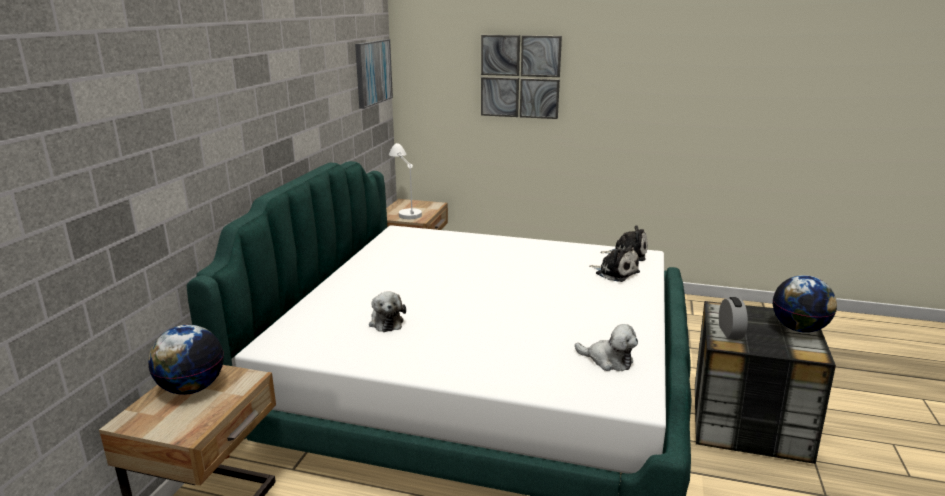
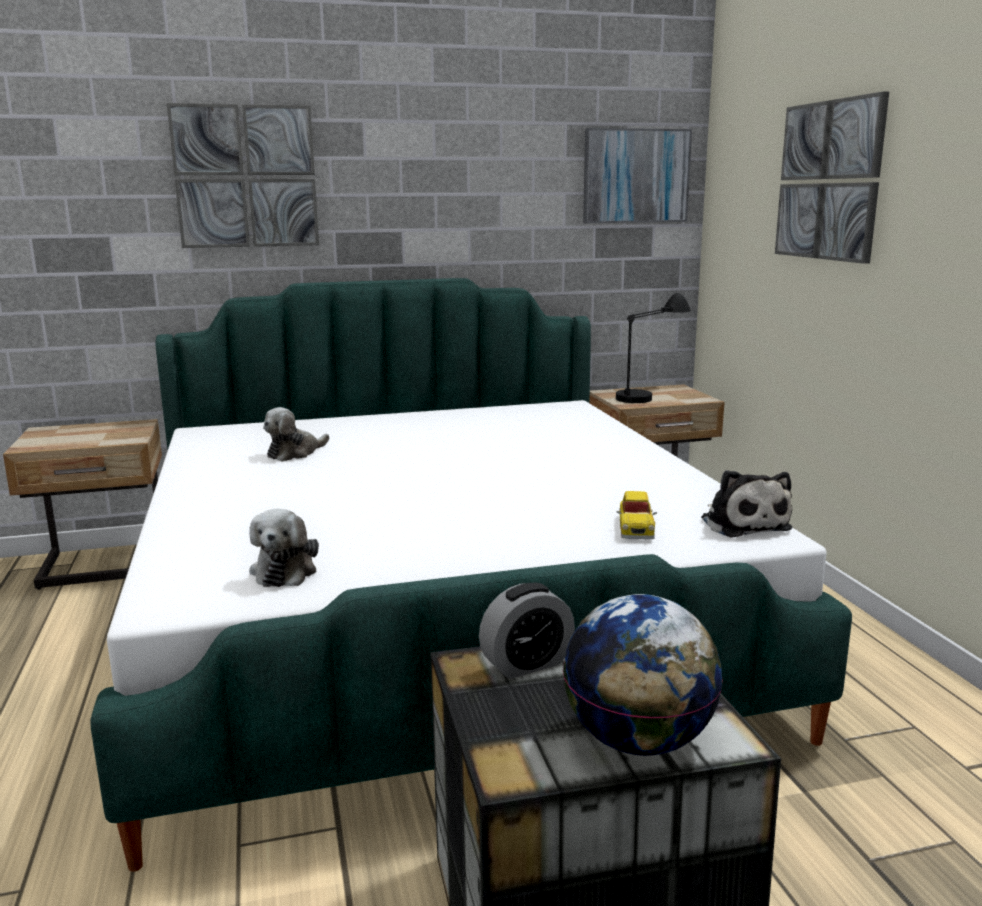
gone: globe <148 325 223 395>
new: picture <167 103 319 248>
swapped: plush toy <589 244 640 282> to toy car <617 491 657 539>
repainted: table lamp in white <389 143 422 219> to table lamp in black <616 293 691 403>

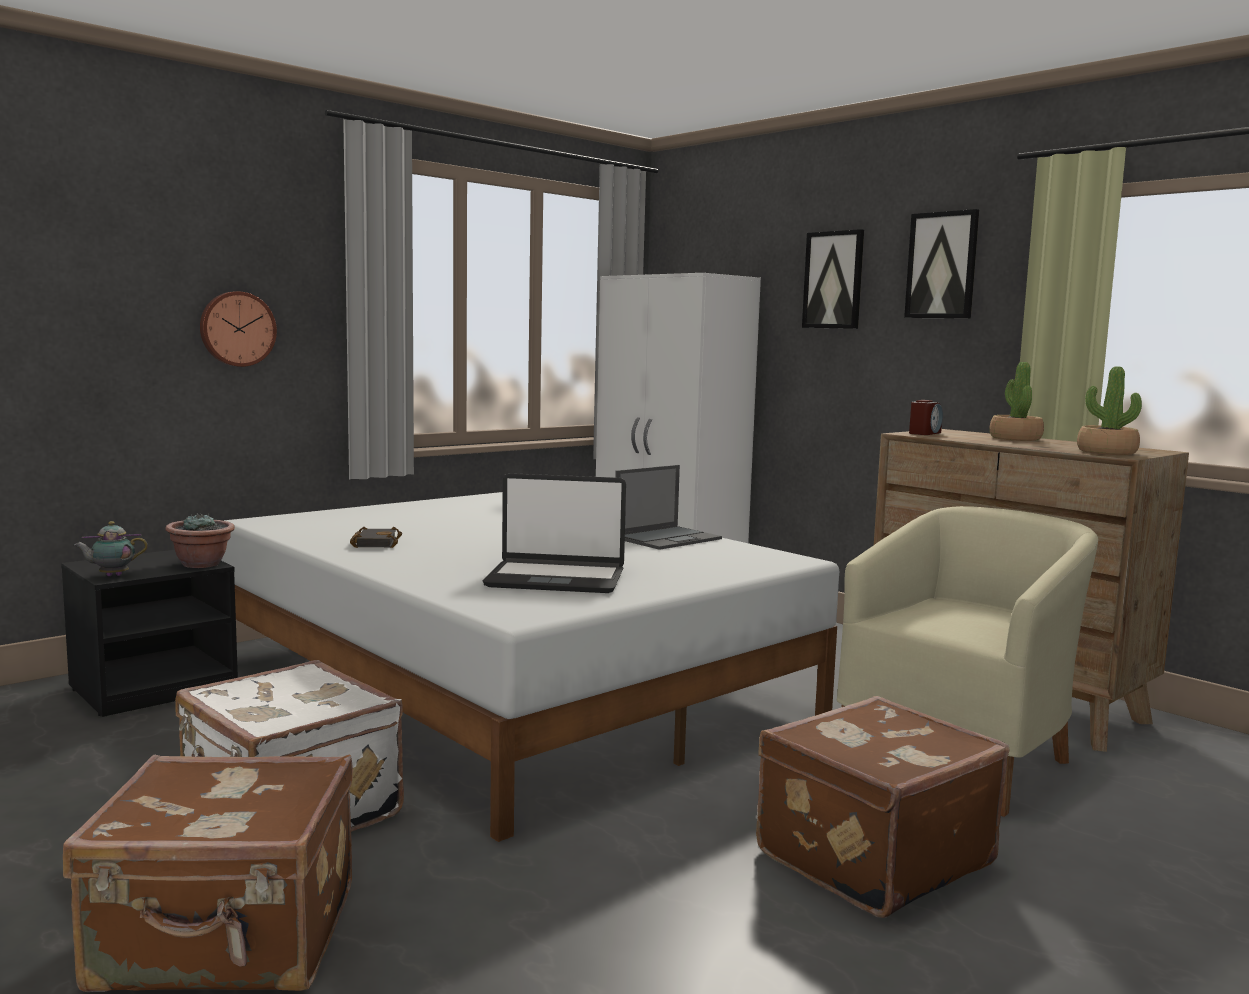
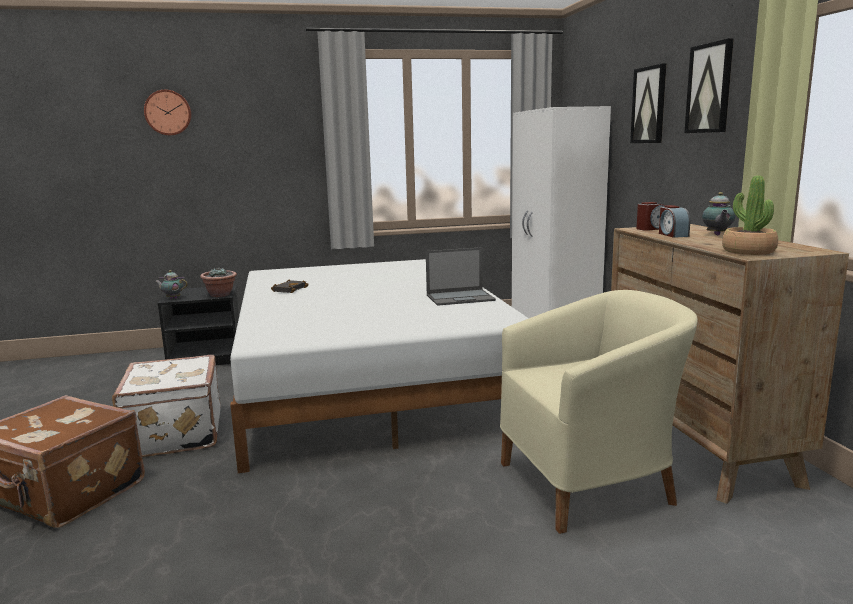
gone: laptop <483 473 626 593>; suitcase in brown <756 696 1010 918>
new: alarm clock <659 205 690 238>
shifted: wall clock <200 291 277 367> to <144 90 191 136>
swapped: potted plant <989 362 1044 441> to teapot <702 192 735 235>

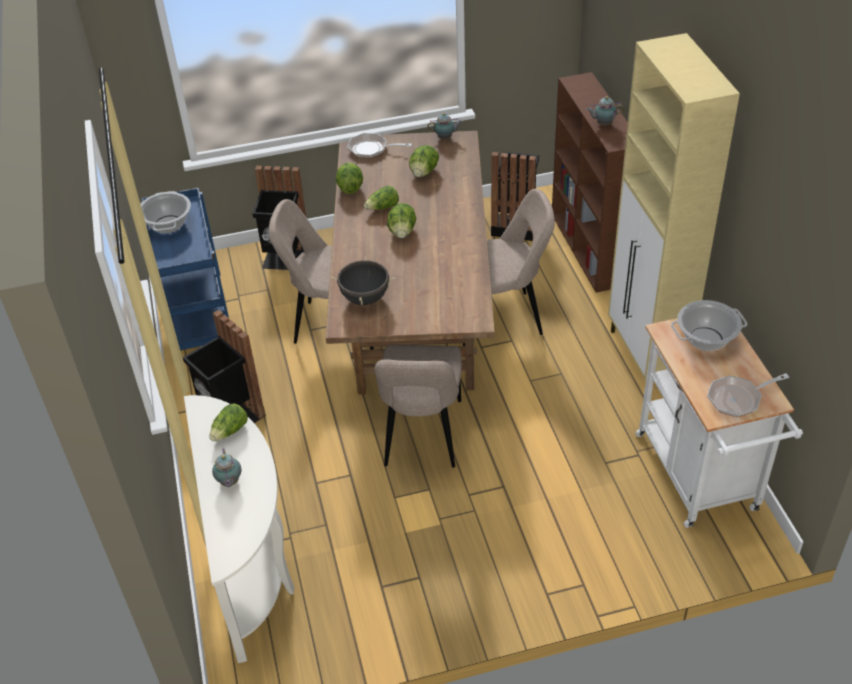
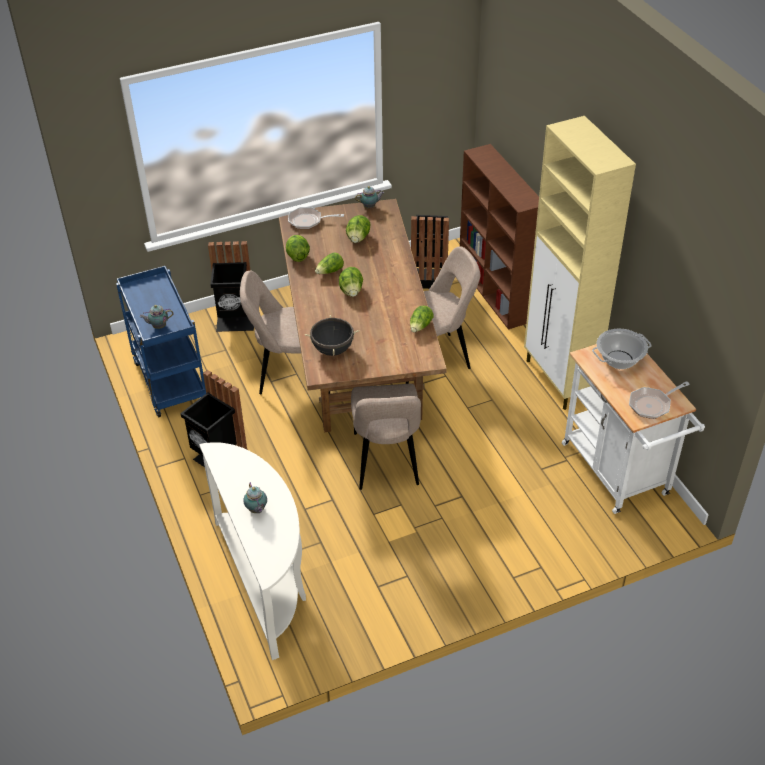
gone: cooking pot <140 191 191 233>
shifted: teapot <586 96 624 125> to <139 305 174 329>; lettuce <209 403 248 441> to <410 306 434 332>

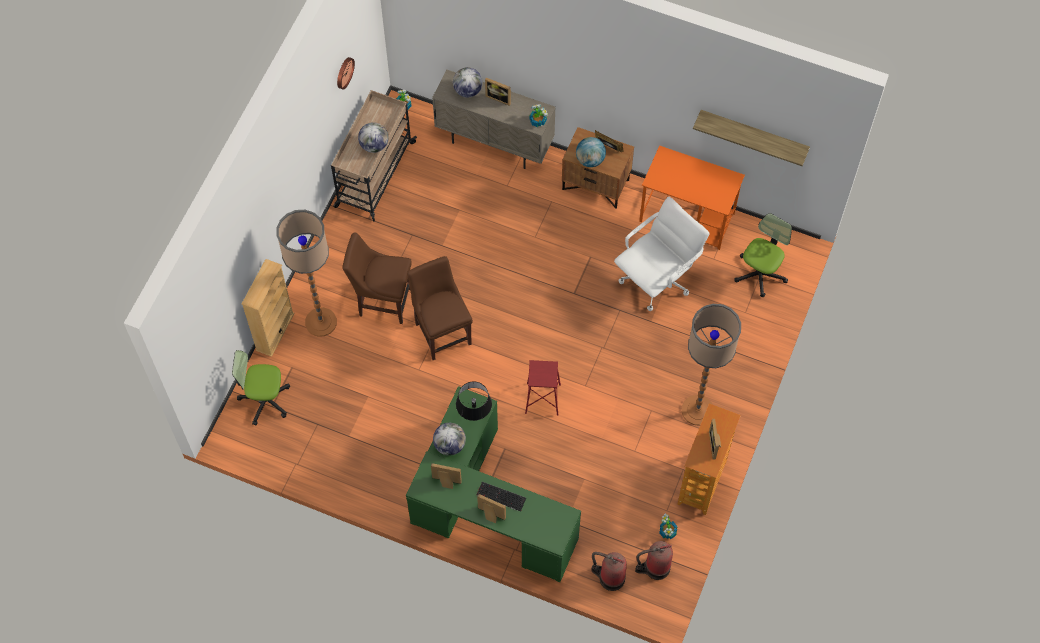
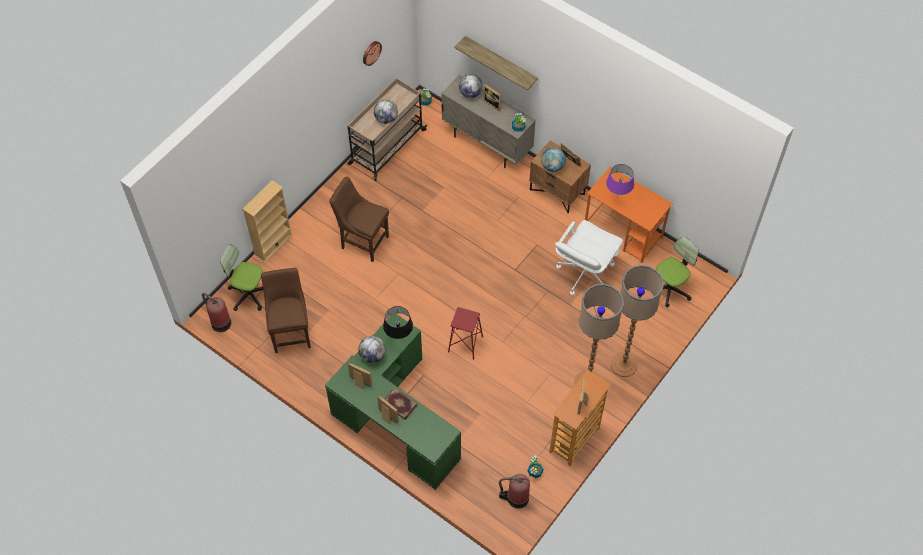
new: table lamp in purple <606 164 634 195>
shifted: shelf <693 110 810 166> to <454 36 538 90>; floor lamp <277 210 337 337> to <610 265 664 377>; chair in brown <407 256 473 360> to <261 268 311 353>; fire extinguisher <591 552 627 591> to <202 293 231 332>
swapped: keyboard <477 482 526 512> to book <385 387 418 419>
rotated: office chair in white <614 197 710 311> = <555 220 623 296> 150 degrees clockwise

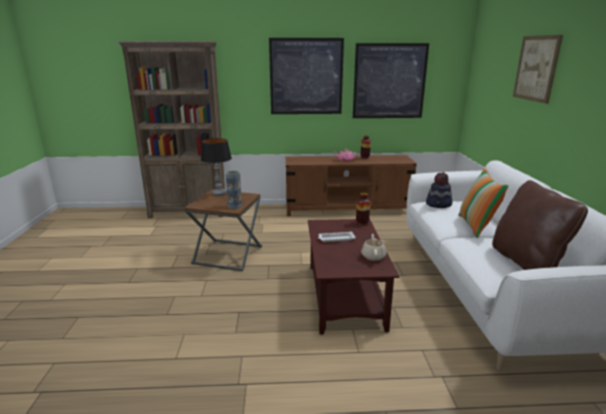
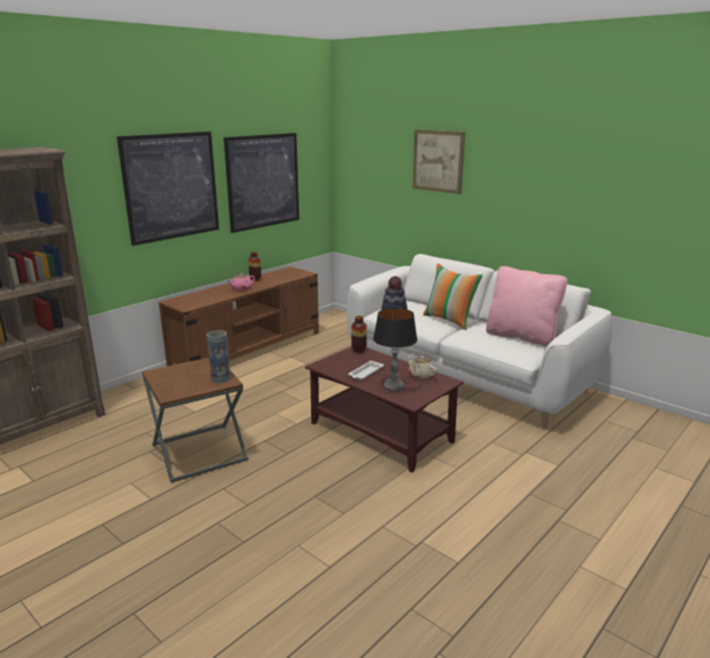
shifted: table lamp <201 138 232 196> to <373 308 417 391>
repainted: pillow in brown <492 180 588 270> to pillow in pink <486 266 567 347>

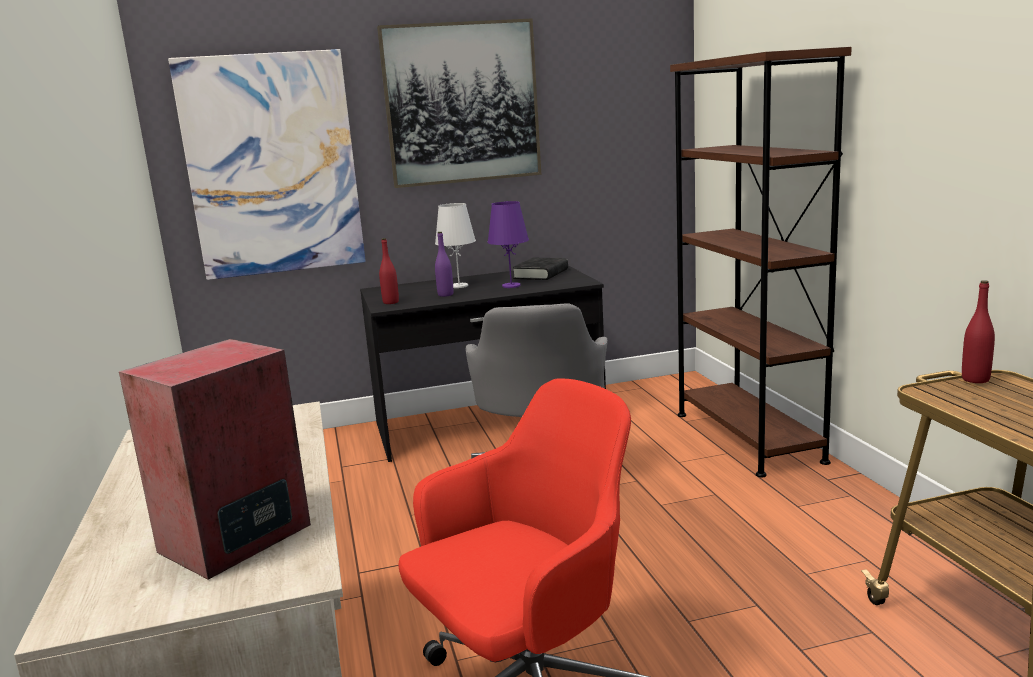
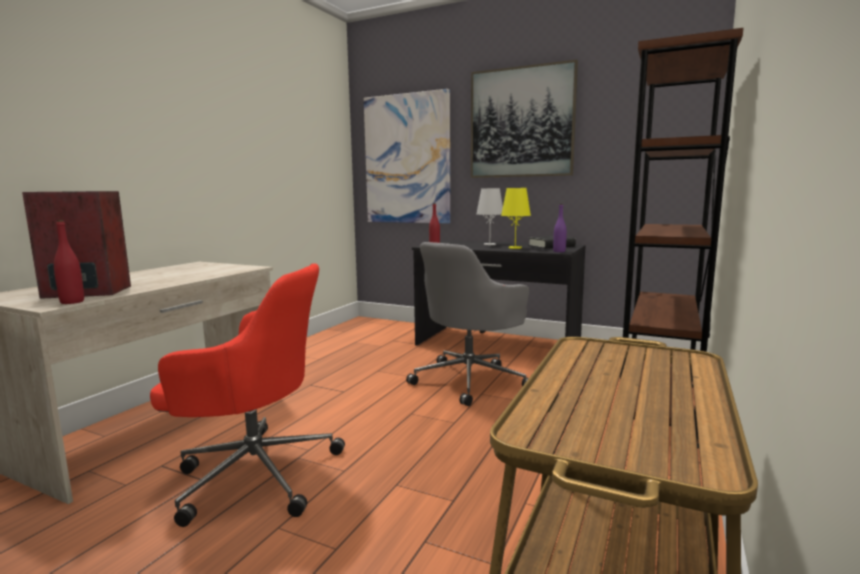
shifted: bottle in purple <435 232 453 297> to <553 204 567 252>; bottle in red <962 280 995 383> to <54 220 84 304>
repainted: table lamp in purple <487 201 529 288> to table lamp in yellow <501 188 531 249>

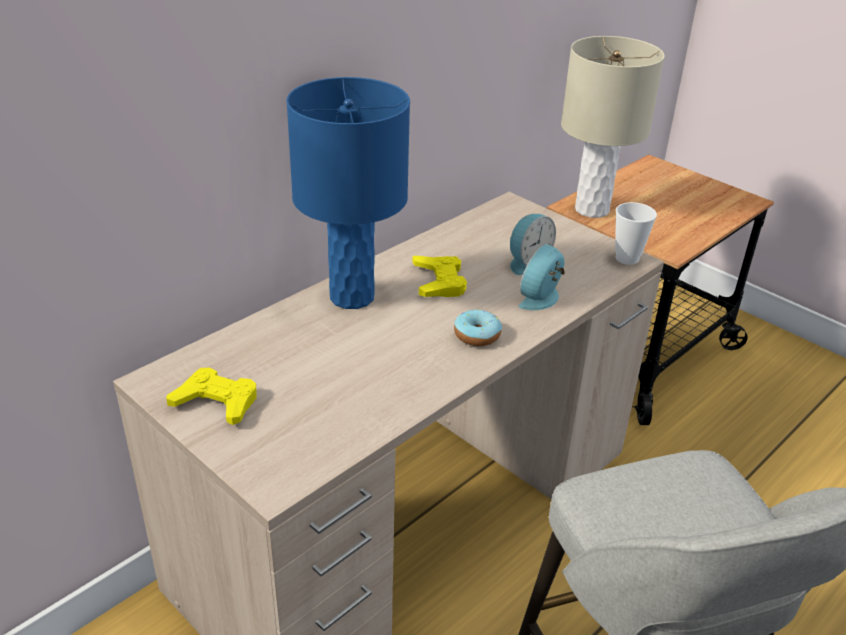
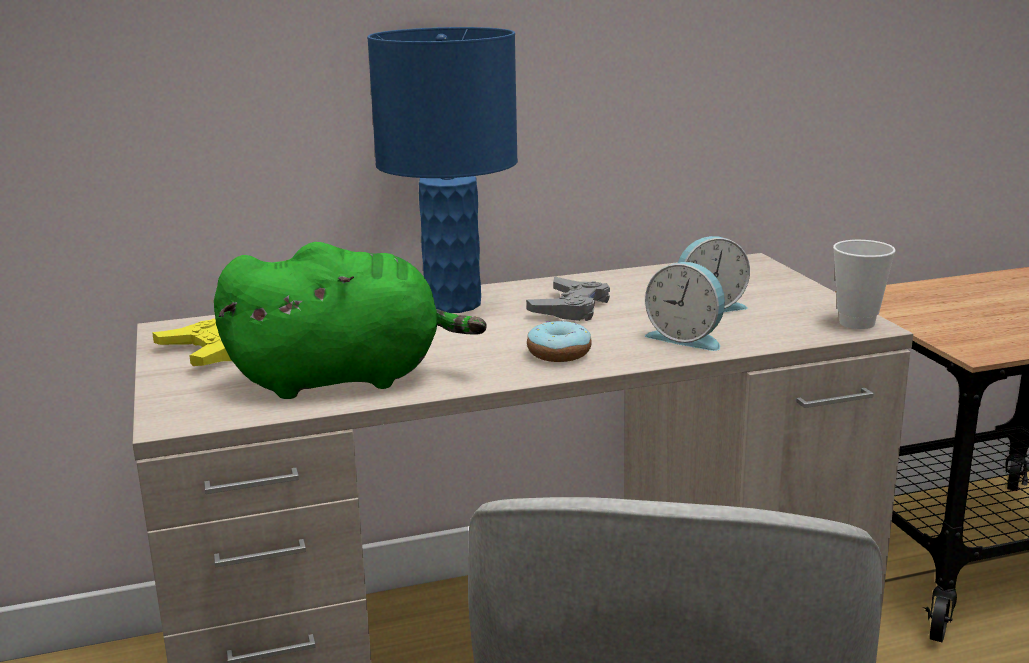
gone: table lamp in beige <561 36 665 218>
new: plush toy in green <214 242 487 399>
repainted: game controller in yellow <412 256 467 297> to game controller in grey <526 276 610 321>
rotated: alarm clock <519 244 565 310> = <645 262 725 351> 120 degrees counterclockwise

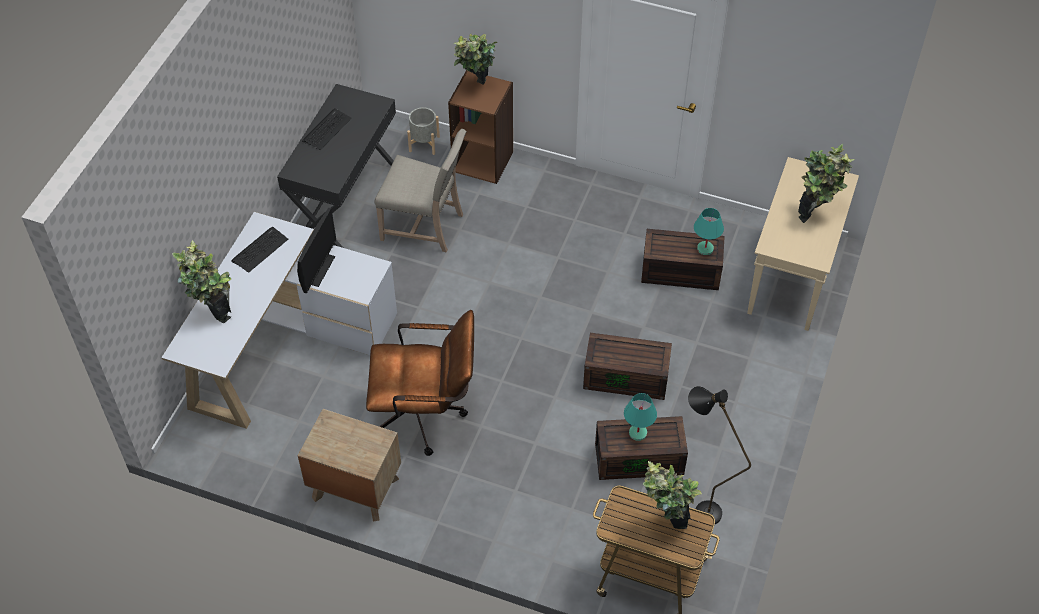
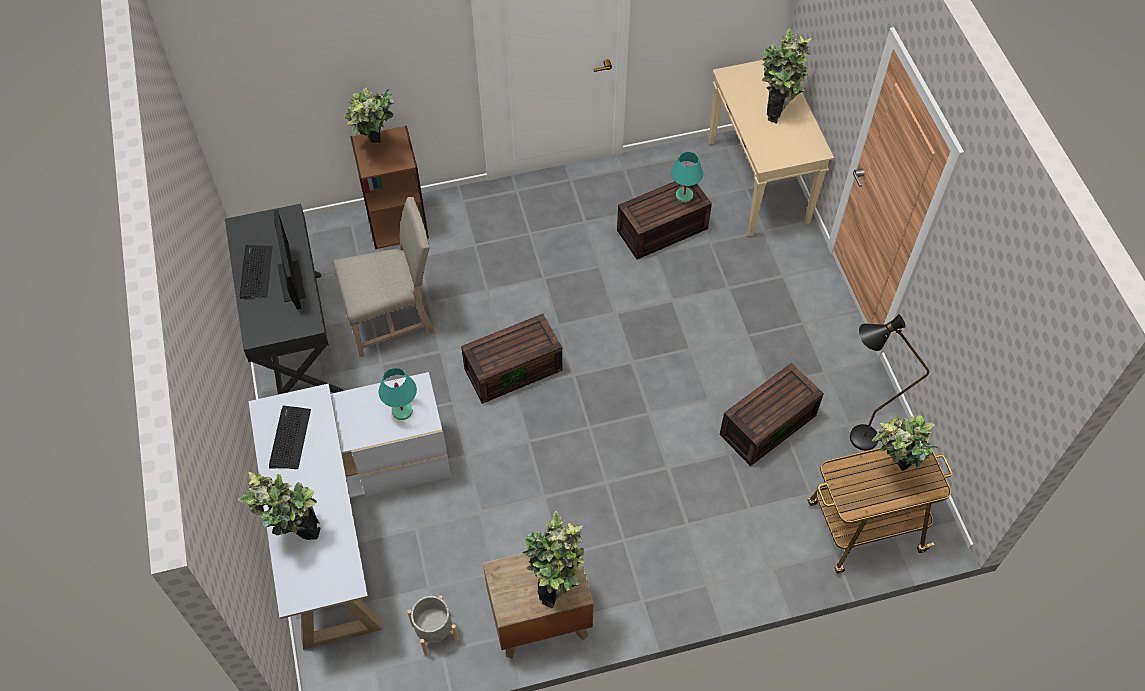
gone: office chair in brown <366 310 474 456>
new: potted plant <522 511 584 608>
shifted: planter in grey <407 107 440 155> to <407 595 459 656>; monitor <297 208 336 294> to <274 210 306 310>; storage box in brown <583 333 672 400> to <461 314 562 404>; table lamp in turquoise <624 393 657 441> to <379 368 417 420>

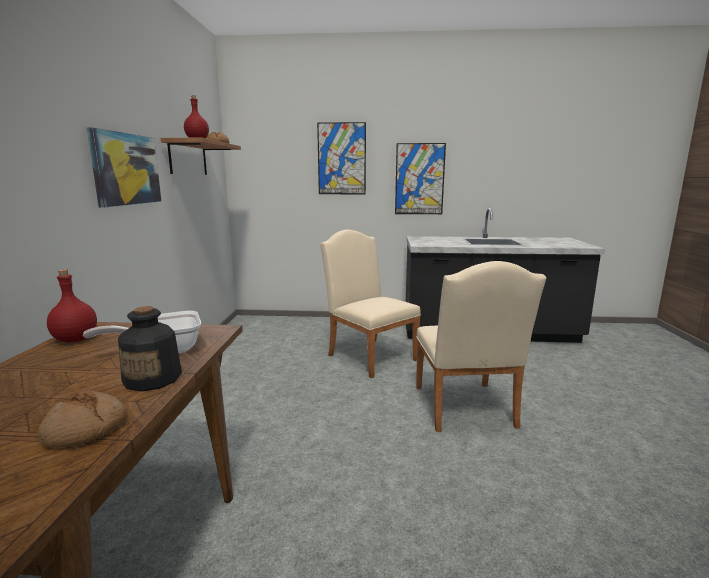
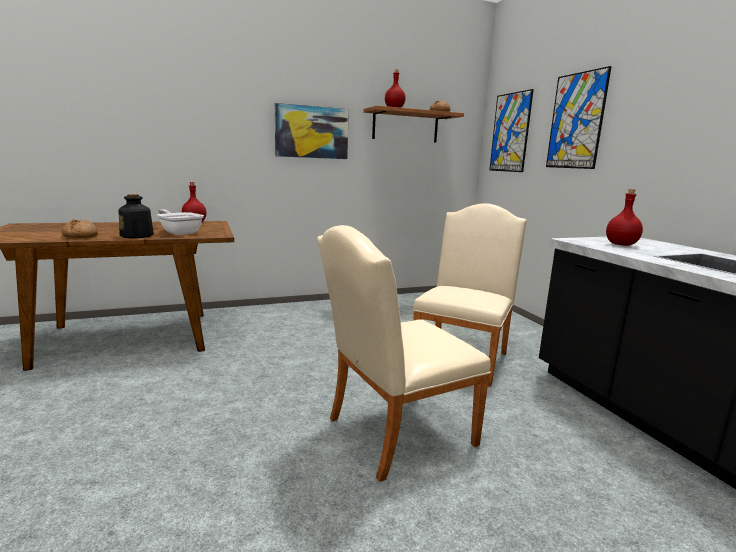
new: bottle in red <606 189 643 246>
shifted: picture <395 143 446 214> to <490 89 534 172>

